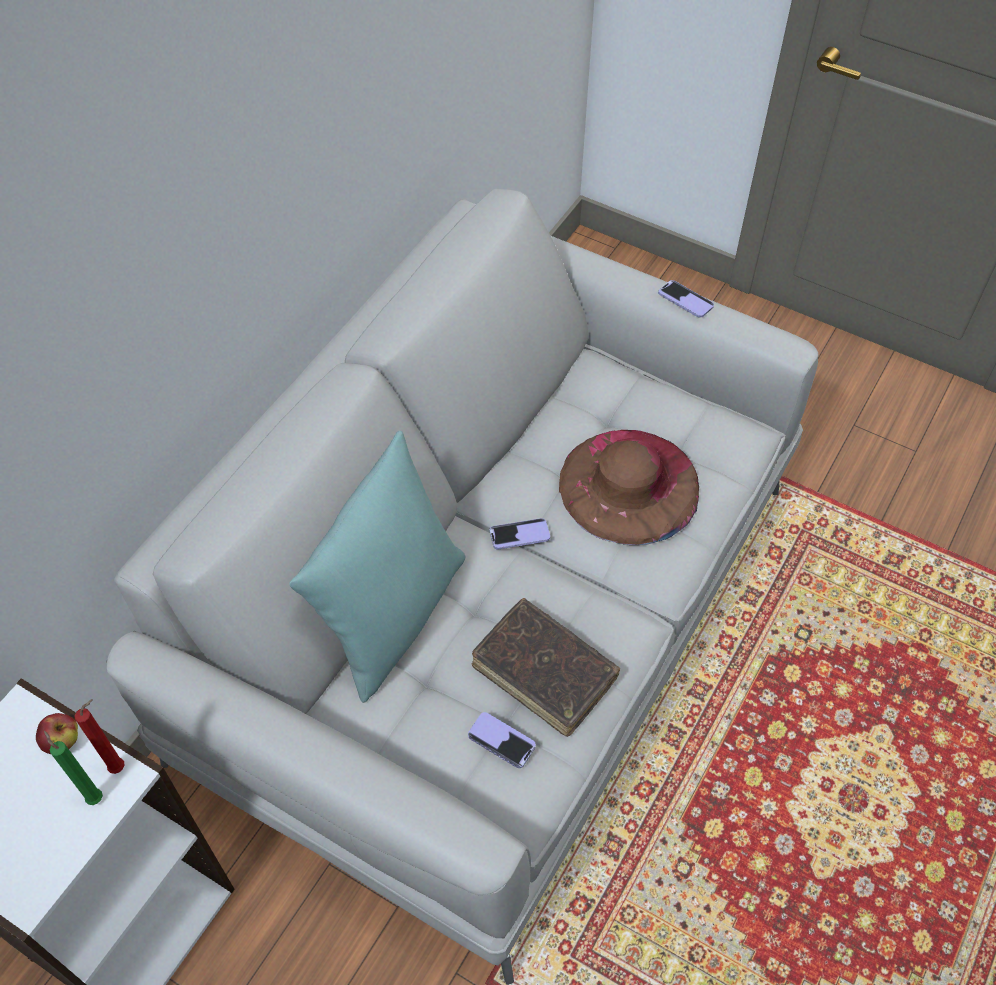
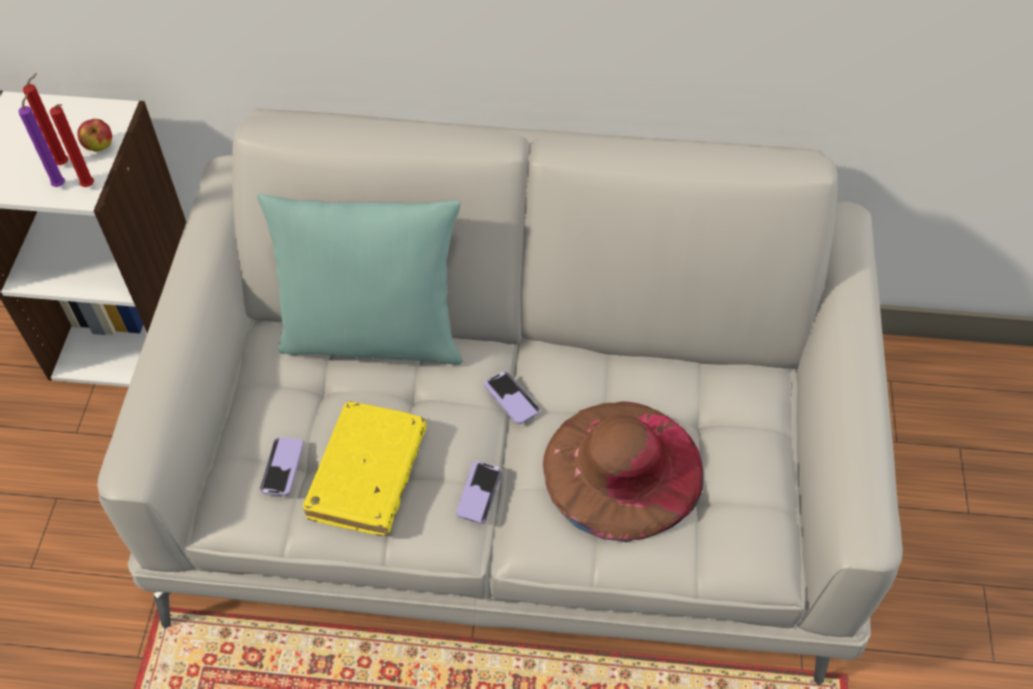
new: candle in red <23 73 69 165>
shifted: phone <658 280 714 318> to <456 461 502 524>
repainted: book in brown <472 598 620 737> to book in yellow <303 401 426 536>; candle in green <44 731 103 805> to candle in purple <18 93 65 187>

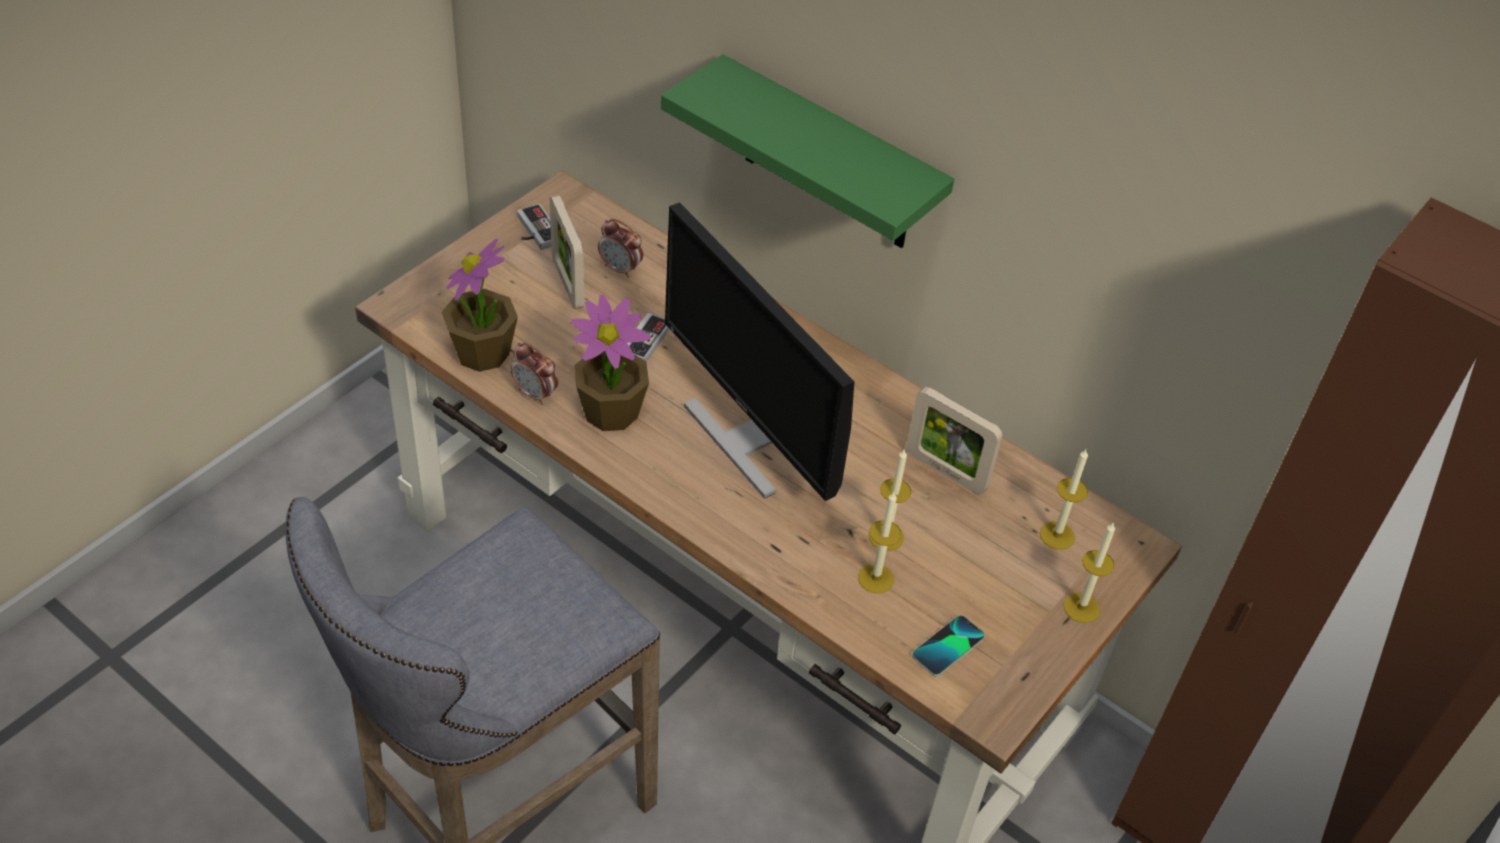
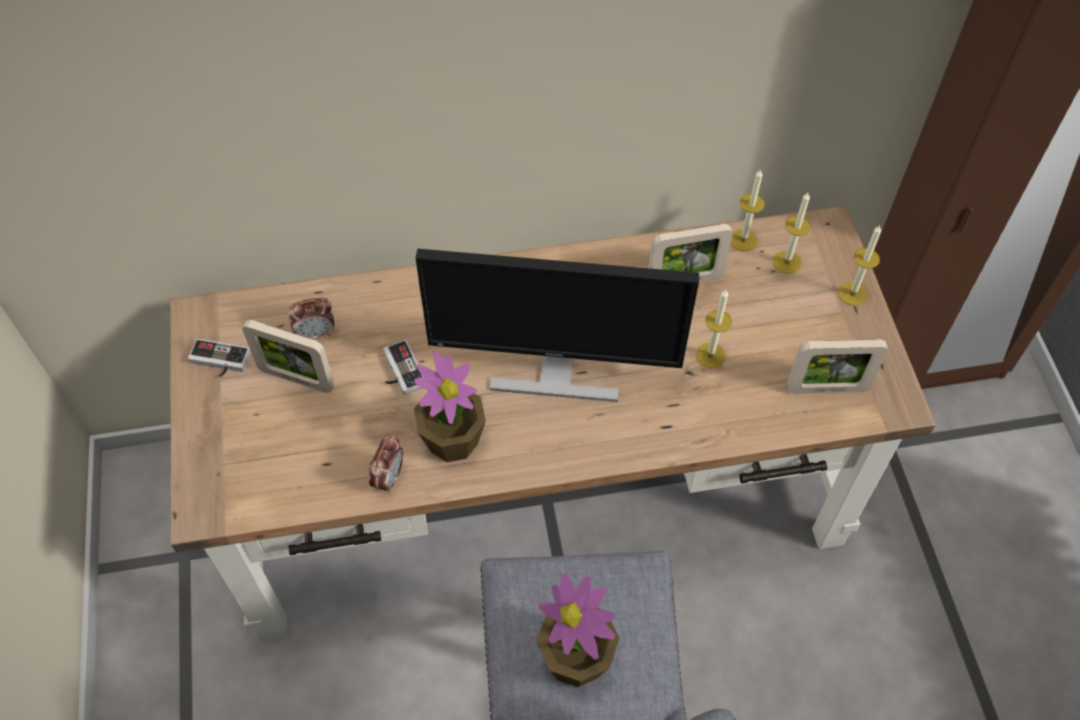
gone: shelf in green <660 54 954 248>
shifted: potted plant <441 239 518 372> to <536 573 620 687>; candle <858 492 901 593> to <731 169 765 251>
swapped: phone <912 615 985 677> to picture frame <787 339 888 394>
rotated: alarm clock <511 343 558 405> = <369 434 404 493> 60 degrees counterclockwise

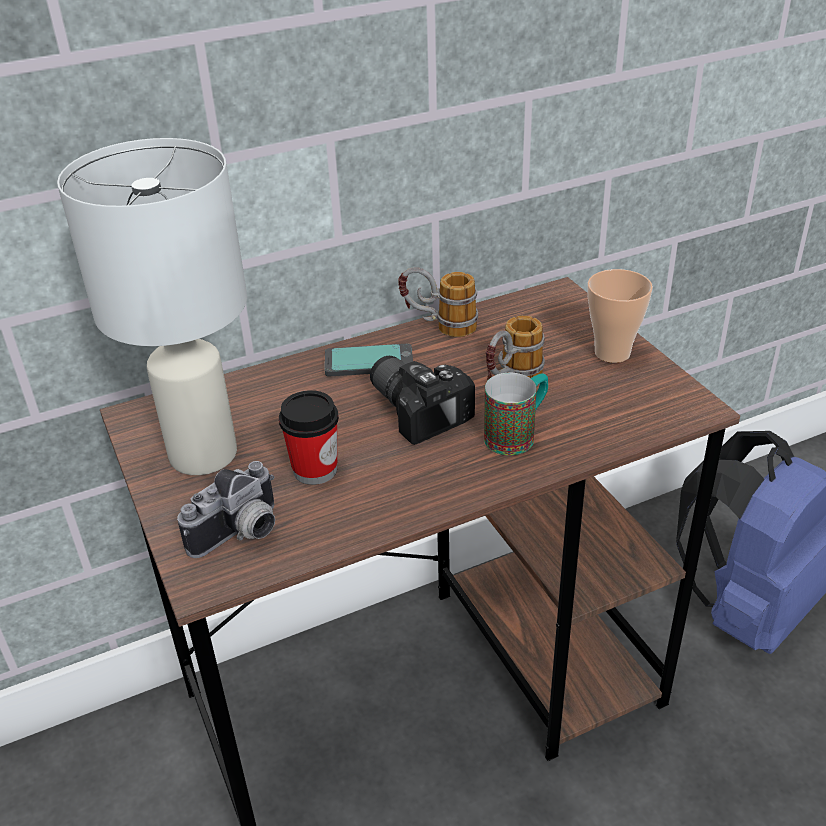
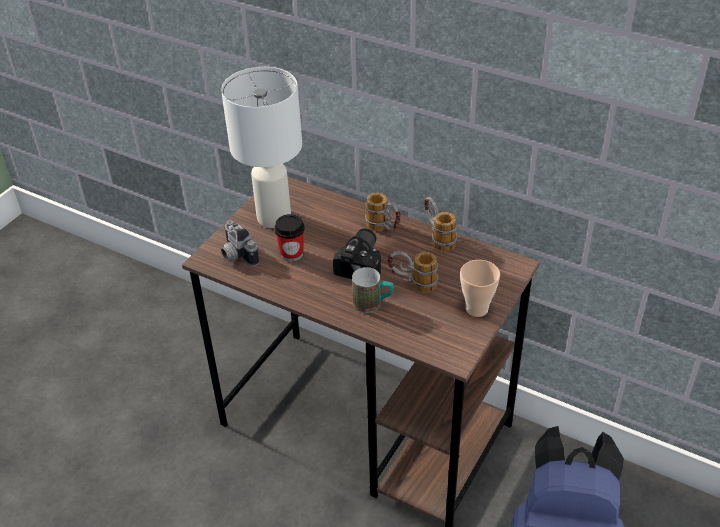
swapped: phone <325 344 413 377> to mug <365 193 401 231>
rotated: photo camera <177 461 275 558> = <221 220 259 267> 45 degrees clockwise

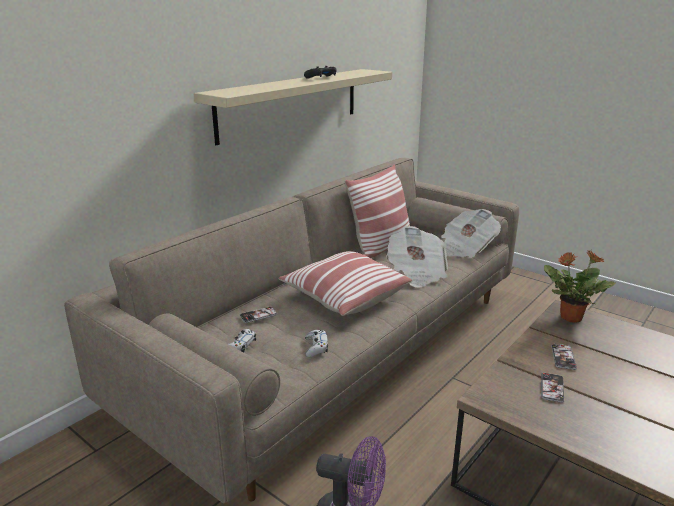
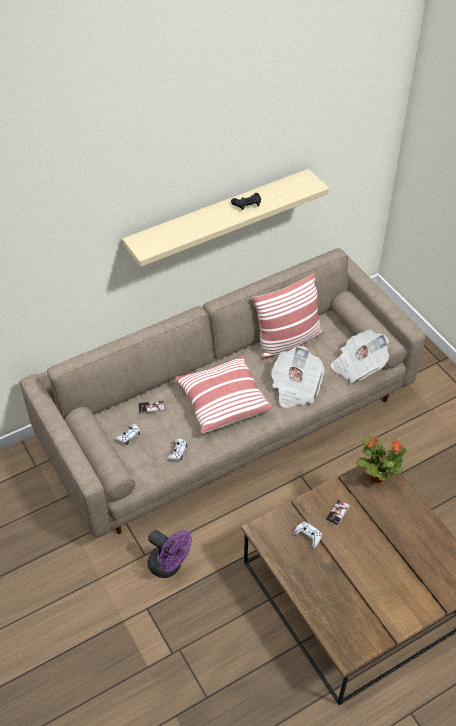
swapped: phone <541 373 564 403> to game controller in white <293 522 322 548>

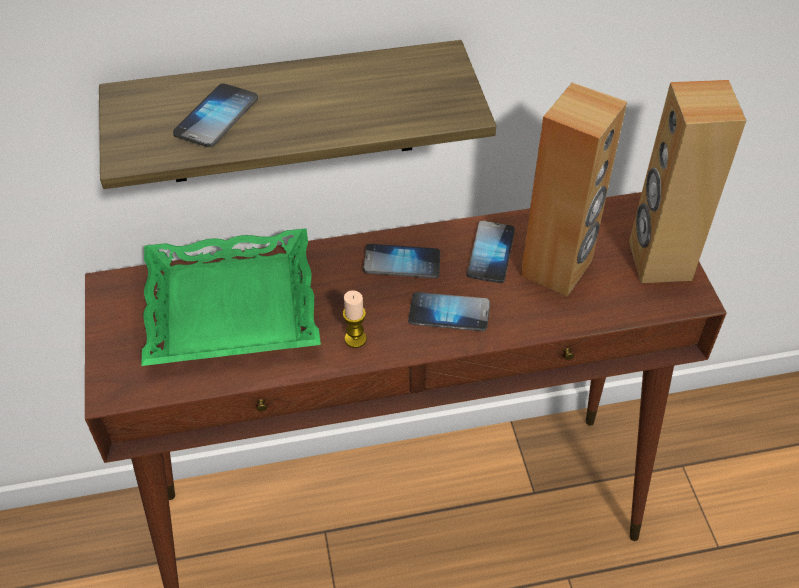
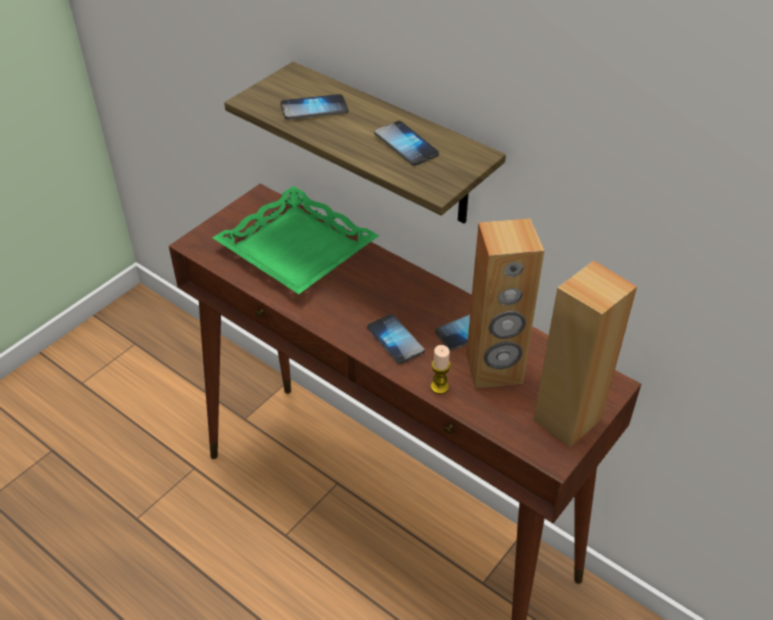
shifted: phone <363 244 440 278> to <374 121 439 166>; candle <342 290 367 348> to <431 345 451 394>

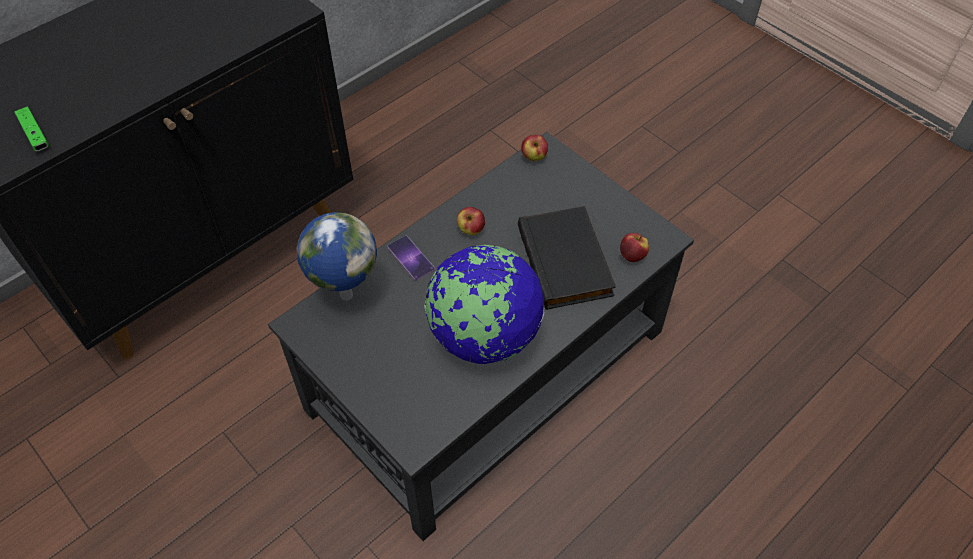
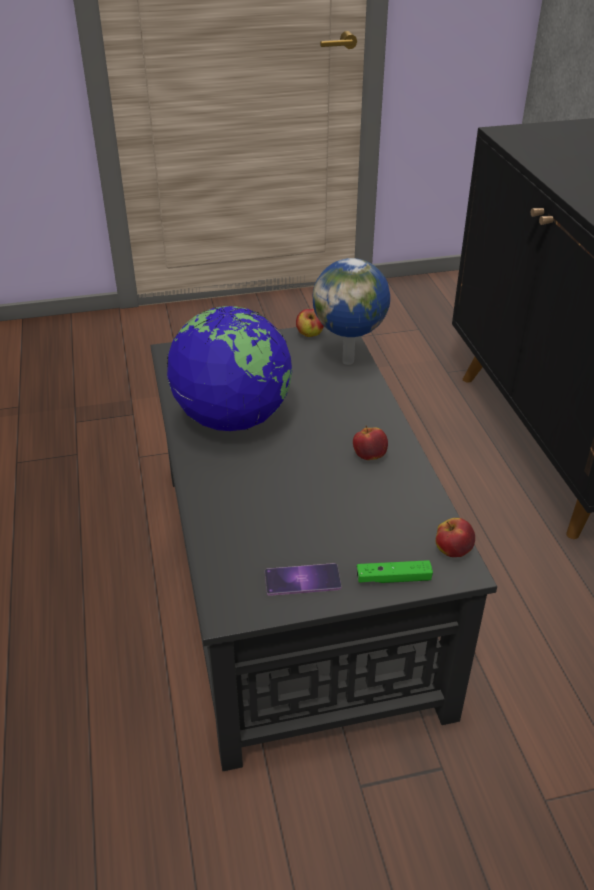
gone: book in black <518 206 616 310>
shifted: game controller in green <15 107 49 151> to <356 560 433 583>; apple <620 233 649 262> to <296 309 324 337>; phone <387 236 435 281> to <265 563 341 596>

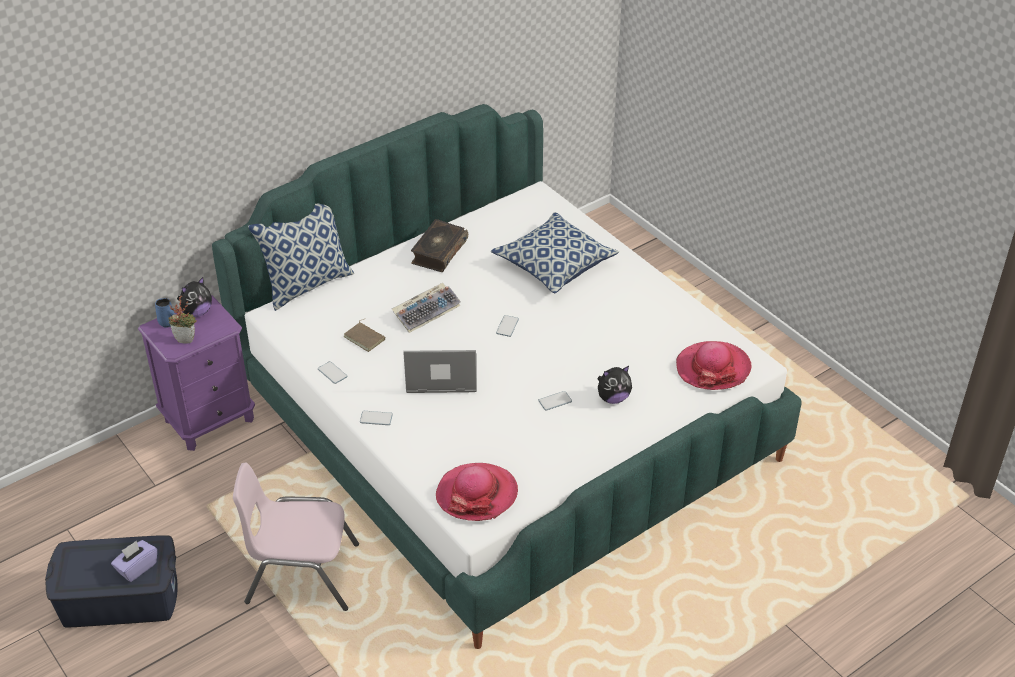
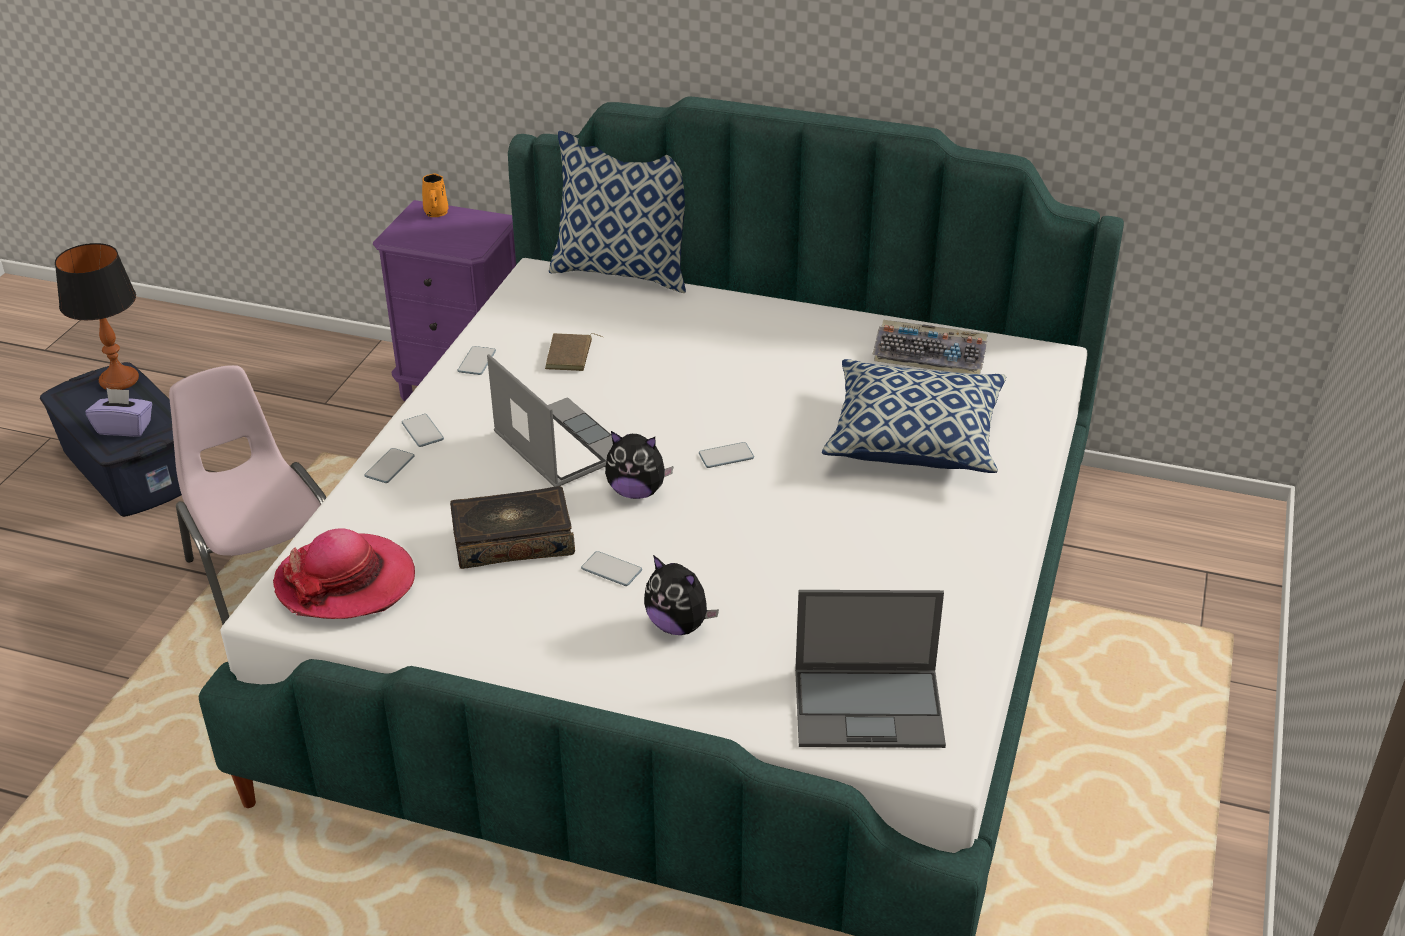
gone: potted plant <168 296 197 344>
new: table lamp <55 243 139 390>; phone <364 448 414 483>
shifted: book <411 219 468 272> to <450 486 575 569>; plush toy <177 277 212 317> to <605 431 674 499>; keyboard <392 283 461 333> to <872 320 987 374>
swapped: hat <676 341 752 390> to laptop <795 590 946 748>
repainted: mug in blue <155 298 175 328> to mug in orange <422 174 448 217>

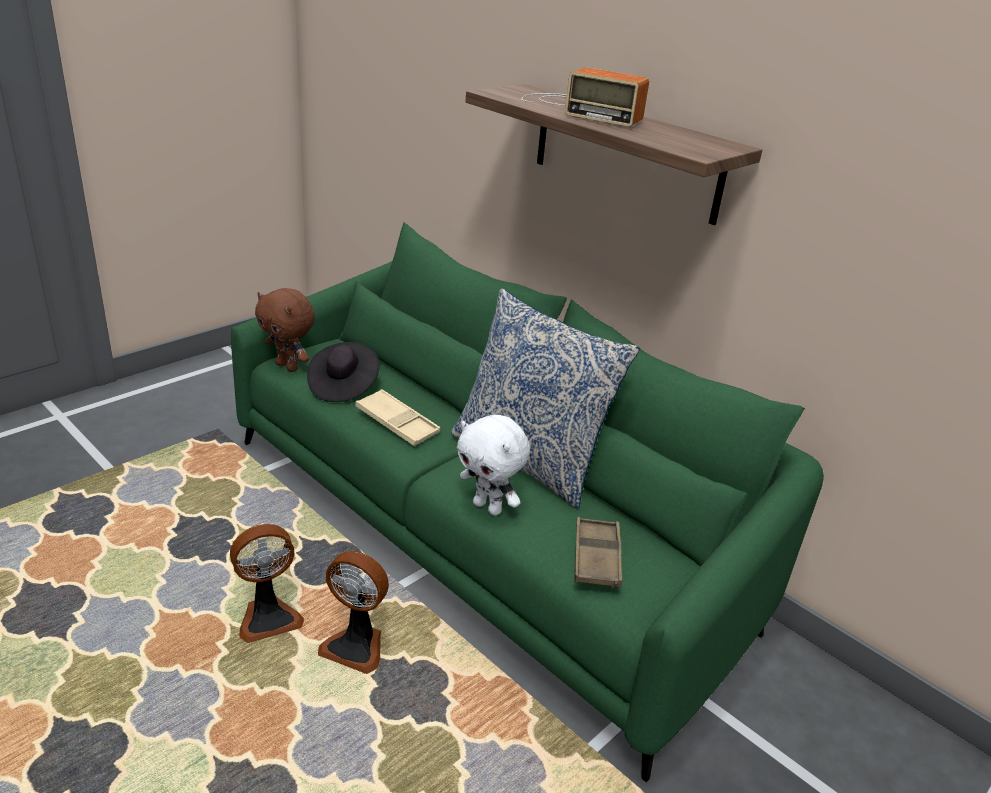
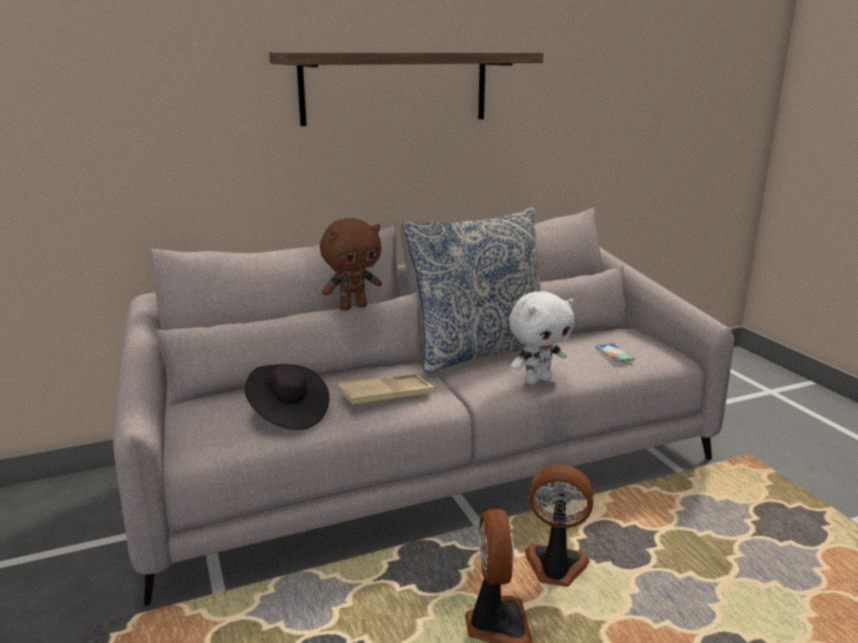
gone: radio <522 67 649 127>
shifted: plush toy in brown <255 288 315 372> to <320 218 382 311>
swapped: tray in brown <574 517 622 588> to phone <595 343 635 362>
repainted: sofa in green <231 222 824 782> to sofa in grey <113 207 734 606>
rotated: fan <318 551 389 674> = <525 465 594 587> 120 degrees counterclockwise

